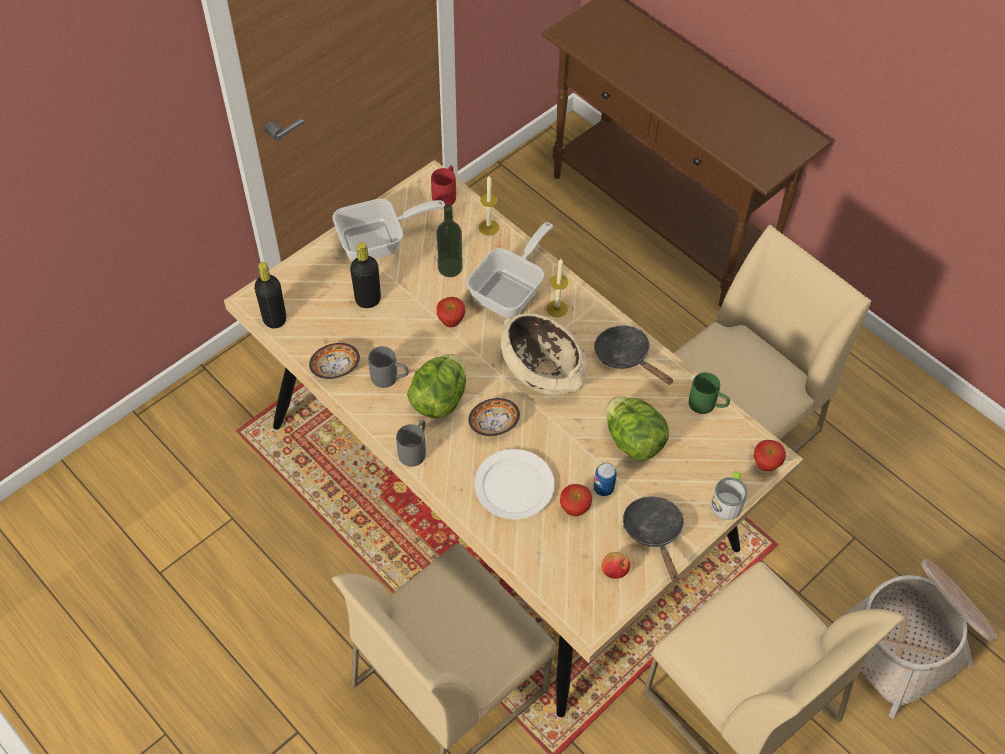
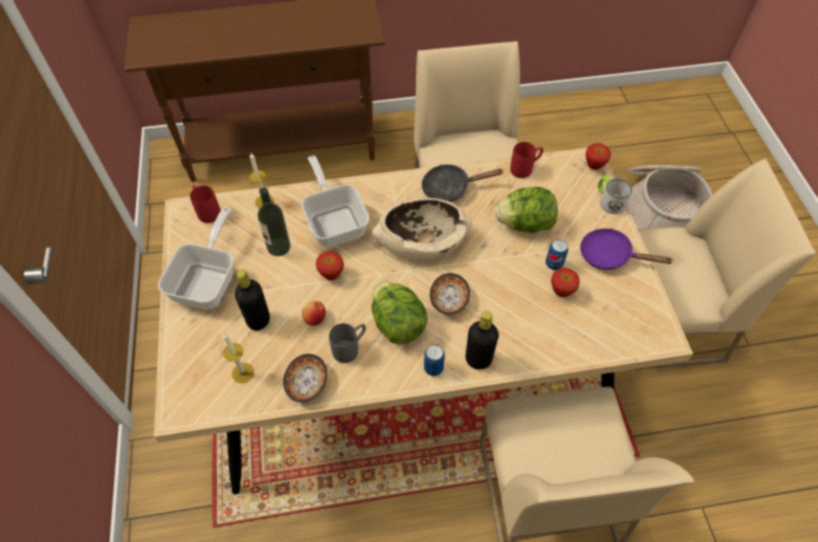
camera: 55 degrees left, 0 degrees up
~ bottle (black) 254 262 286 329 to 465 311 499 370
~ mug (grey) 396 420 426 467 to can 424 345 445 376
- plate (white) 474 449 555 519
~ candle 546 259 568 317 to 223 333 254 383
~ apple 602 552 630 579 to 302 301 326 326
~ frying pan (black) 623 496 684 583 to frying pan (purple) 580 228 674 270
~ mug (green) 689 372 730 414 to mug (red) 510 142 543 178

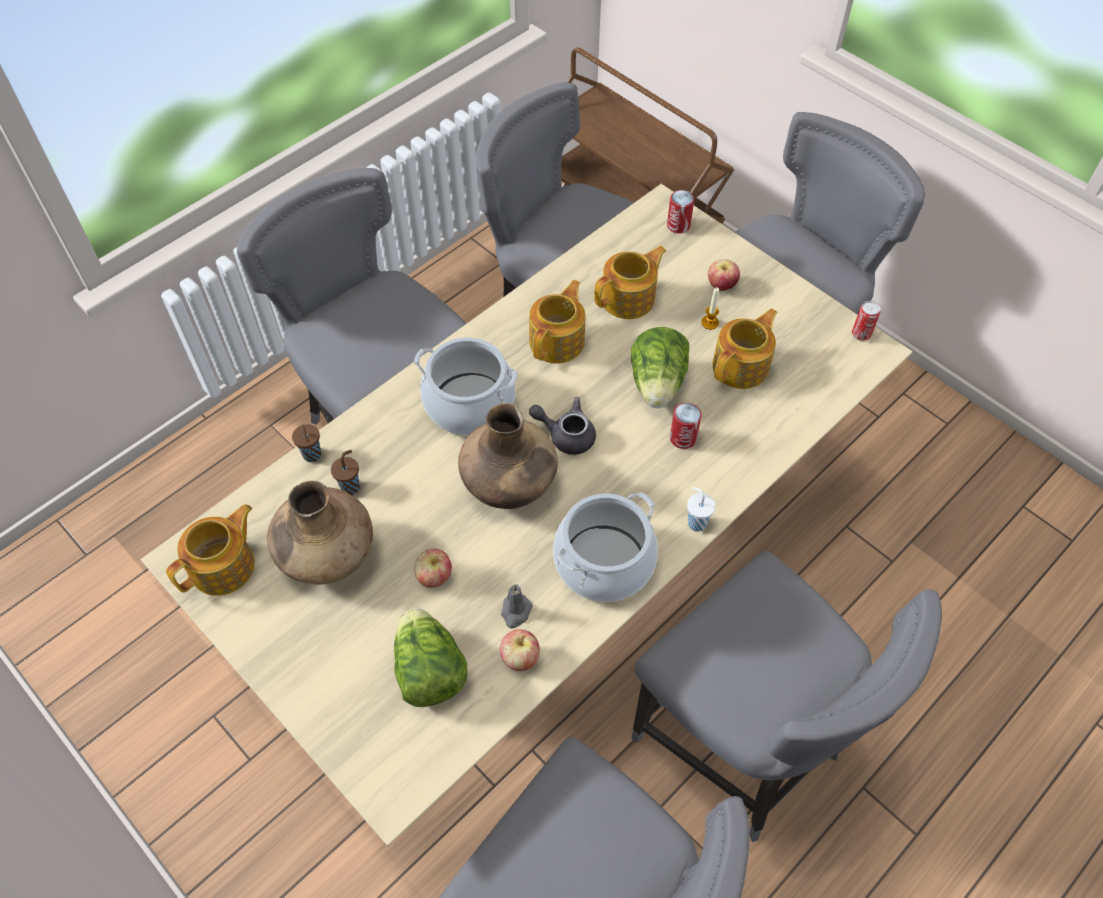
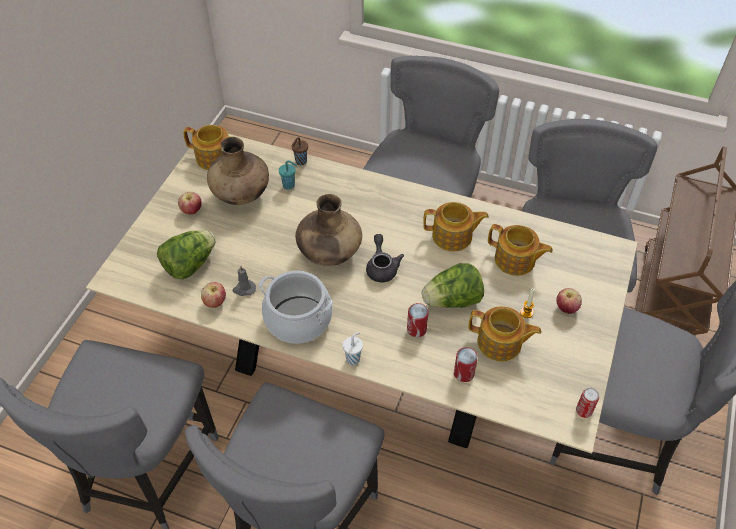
camera: 65 degrees right, 5 degrees down
~ cup (brown) 331 450 360 495 to cup (turquoise) 279 161 297 190
- cooking pot 414 337 518 435
~ apple 414 548 452 588 to 178 192 202 214
~ can 667 190 694 233 to 454 347 478 382

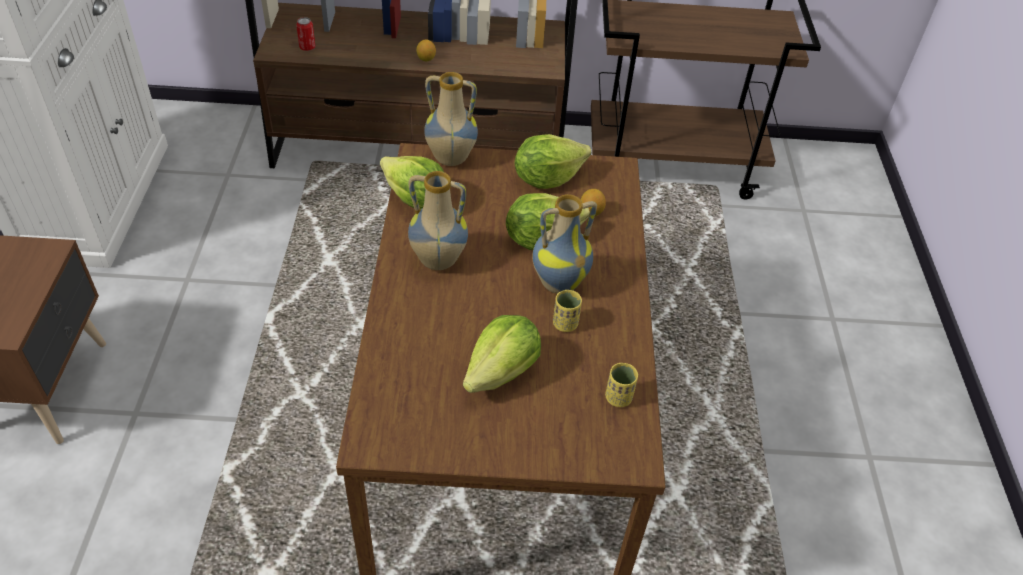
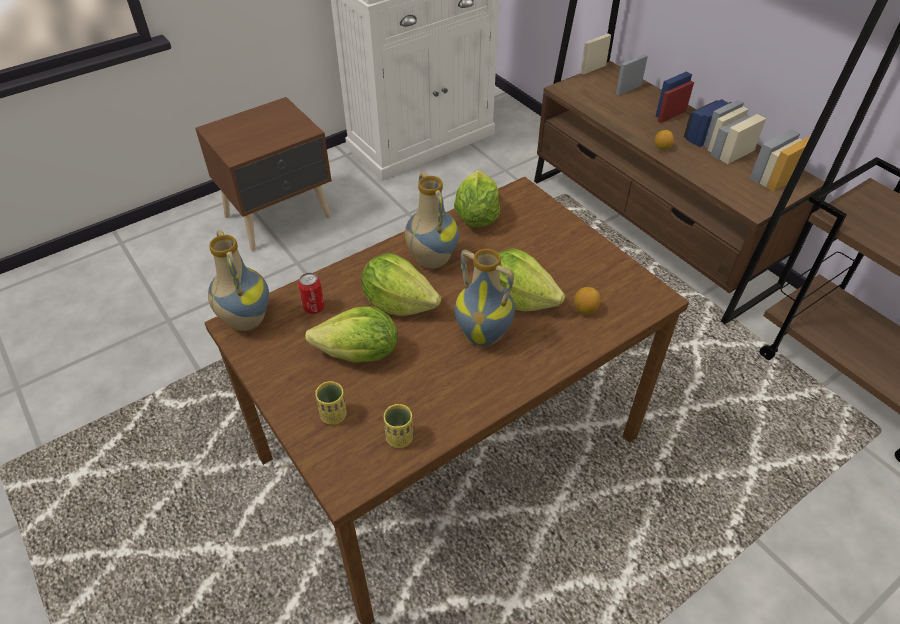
camera: 55 degrees right, 0 degrees up
~ can 296 17 315 51 to 298 272 325 314
~ vase 424 72 478 166 to 208 230 269 331
~ lettuce 515 134 591 189 to 362 253 441 316
~ cup (yellow) 553 290 582 332 to 316 381 347 425

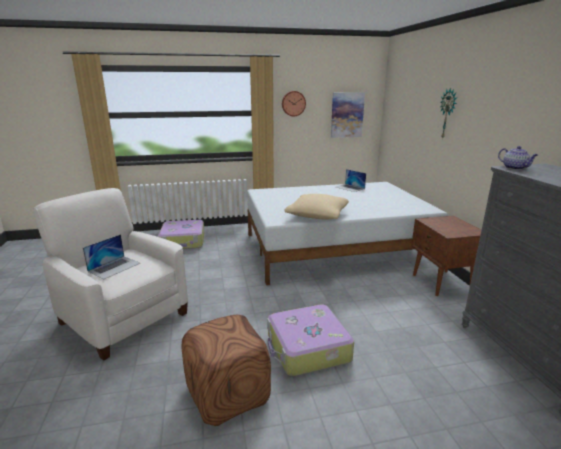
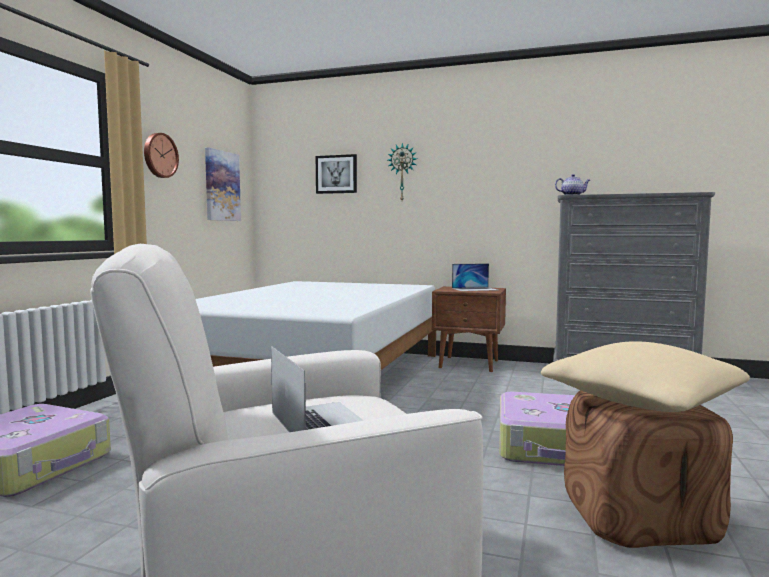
camera: 60 degrees left, 15 degrees down
~ pillow (beige) 285 194 349 220 to 541 341 750 412
~ laptop 336 169 366 192 to 452 263 497 291
+ picture 316 154 357 194

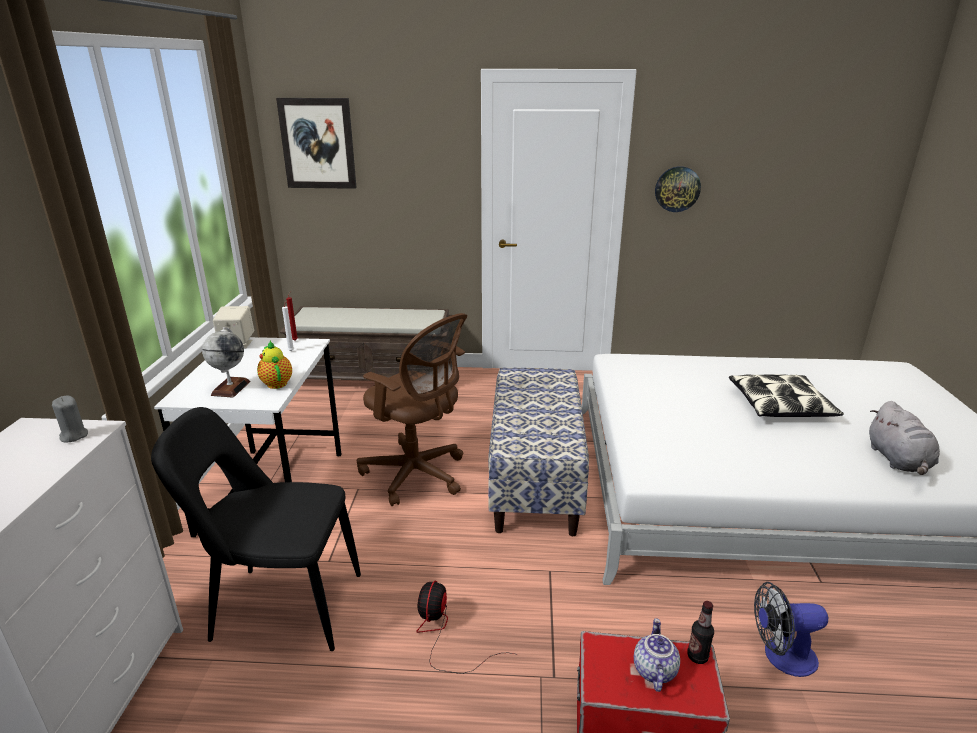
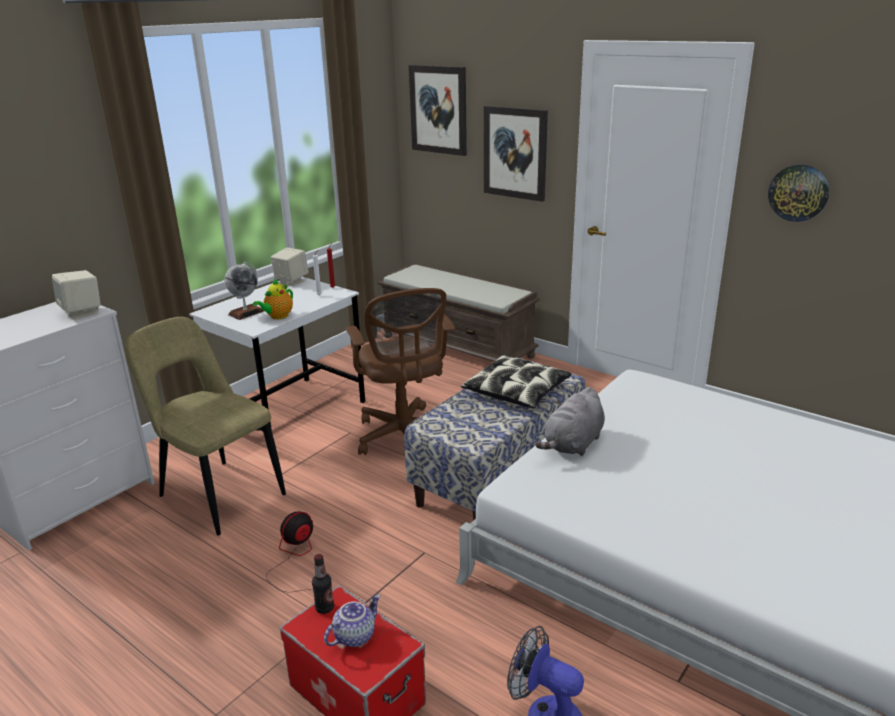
camera: 35 degrees right, 0 degrees up
~ candle (grey) 52 396 88 443 to speaker (beige) 52 270 101 320
~ chair (black) 151 407 361 651 to chair (beige) 125 317 286 536
~ teapot 257 341 292 389 = 253 279 293 319 150 degrees counterclockwise
~ bottle 687 601 714 664 to 312 554 334 614
~ pillow 729 374 844 417 to 461 355 572 408
~ plush toy (grey) 869 401 940 475 to 535 387 605 456
+ picture 484 106 548 202

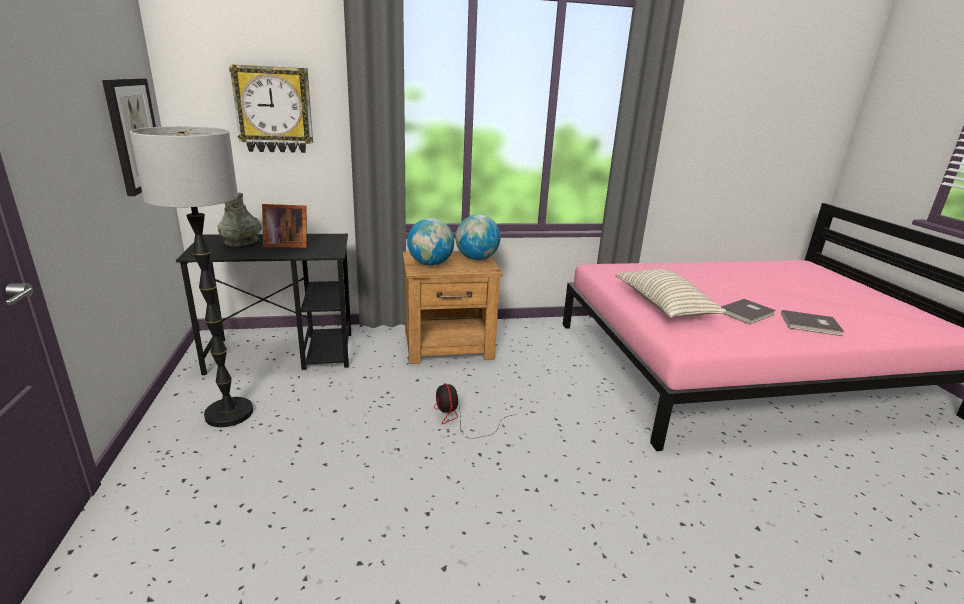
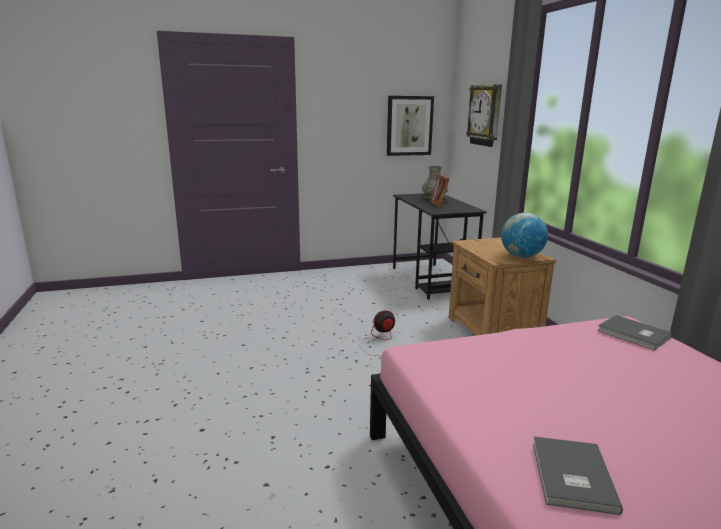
camera: 85 degrees right, 5 degrees down
- floor lamp 130 126 253 427
- globe 407 218 454 266
- pillow 616 269 726 318
~ book (grey) 721 299 776 324 to 597 315 672 350

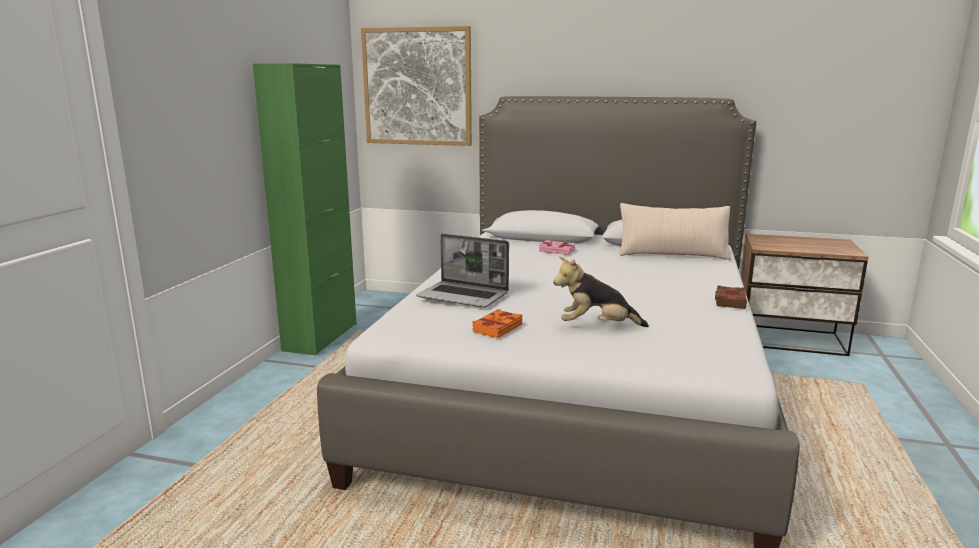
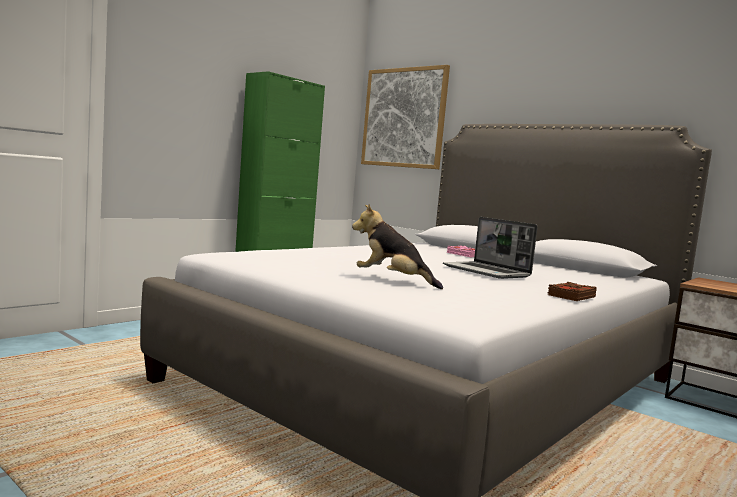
camera: 25 degrees right, 10 degrees down
~ laptop 416 234 509 308 to 443 217 538 279
- book (orange) 472 309 522 338
- pillow (beige) 619 203 731 260

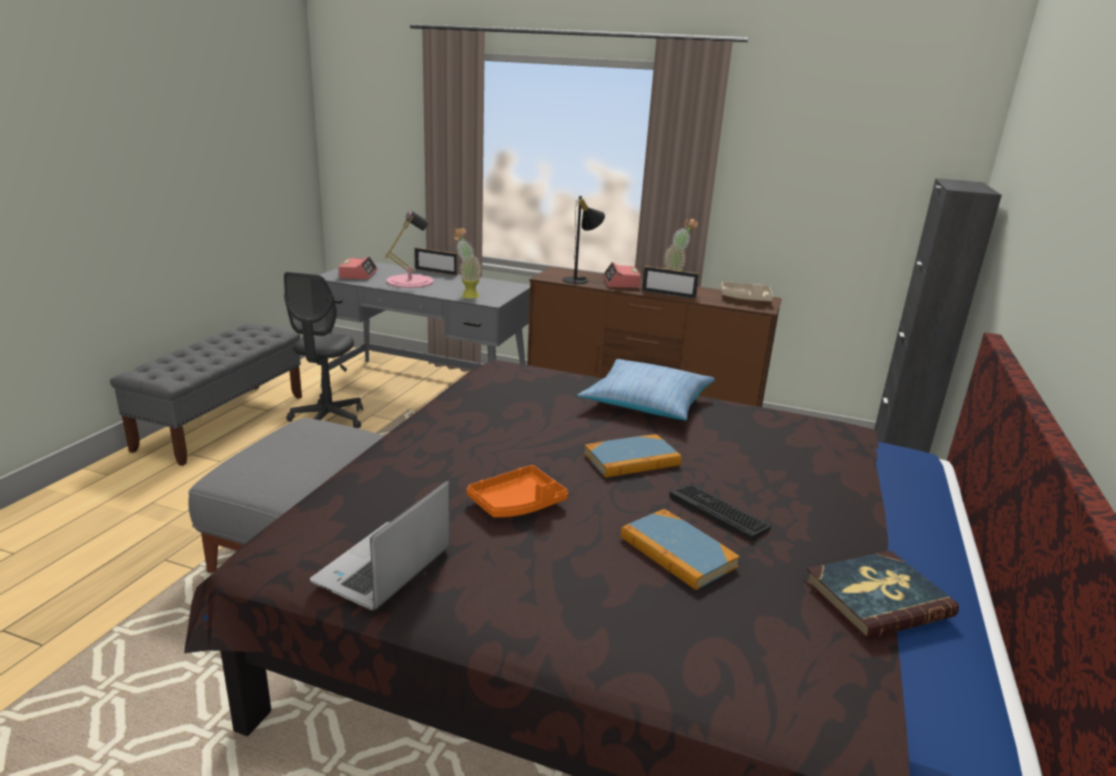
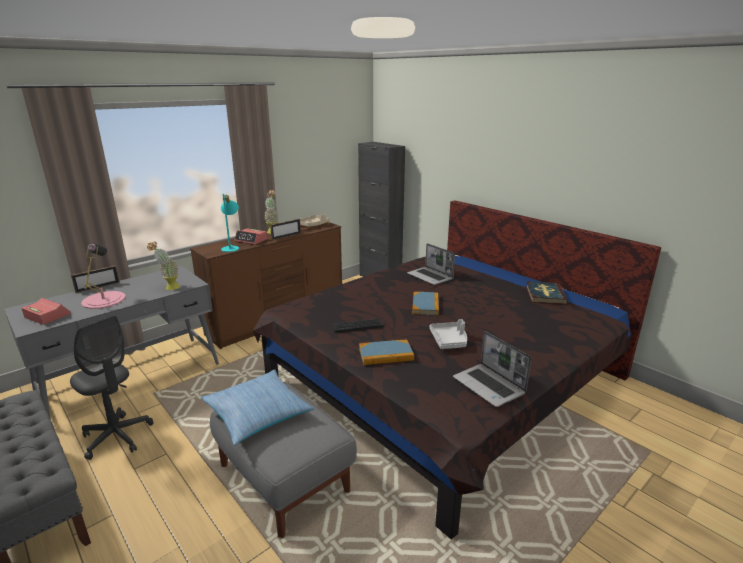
camera: 60 degrees left, 0 degrees up
~ tray (orange) 467 465 568 517 to tray (grey) 429 319 467 349
~ table lamp (black) 562 196 605 284 to table lamp (turquoise) 221 194 239 252
~ pillow 578 359 715 421 to 201 369 314 445
~ book 621 509 740 590 to 359 340 414 365
~ keyboard 669 484 771 541 to 332 319 383 333
+ laptop 407 243 455 285

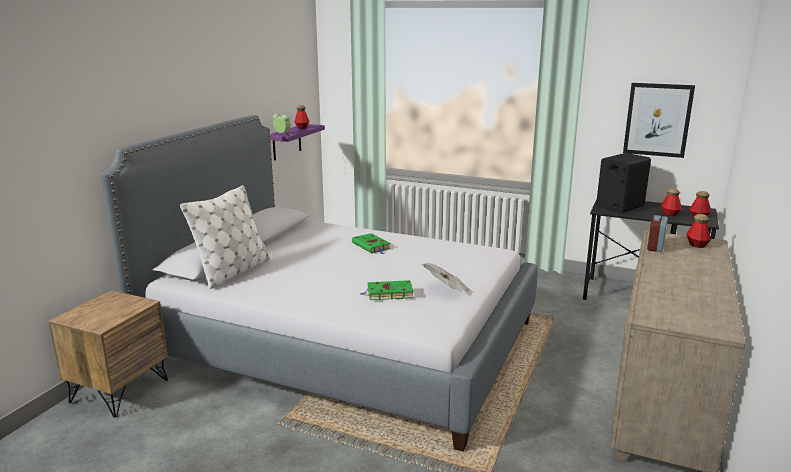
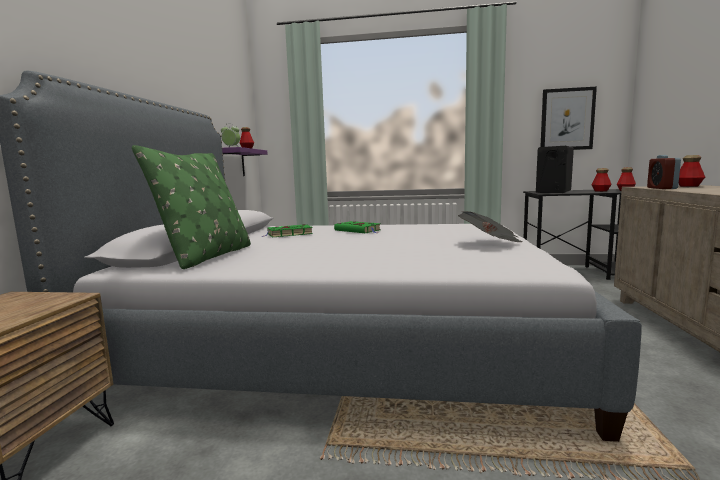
camera: 15 degrees left, 10 degrees down
~ pillow (white) 180 185 270 289 to pillow (green) 132 145 251 269
~ book (green) 360 280 414 300 to 262 224 313 237

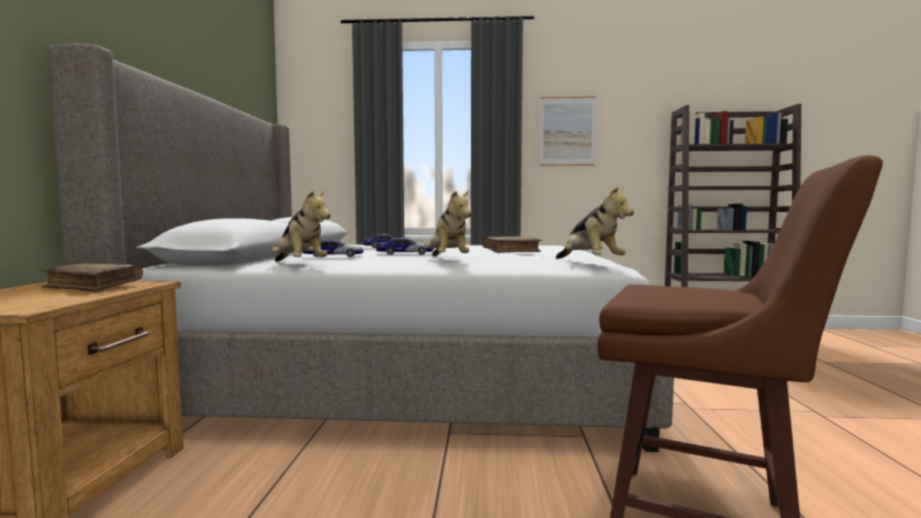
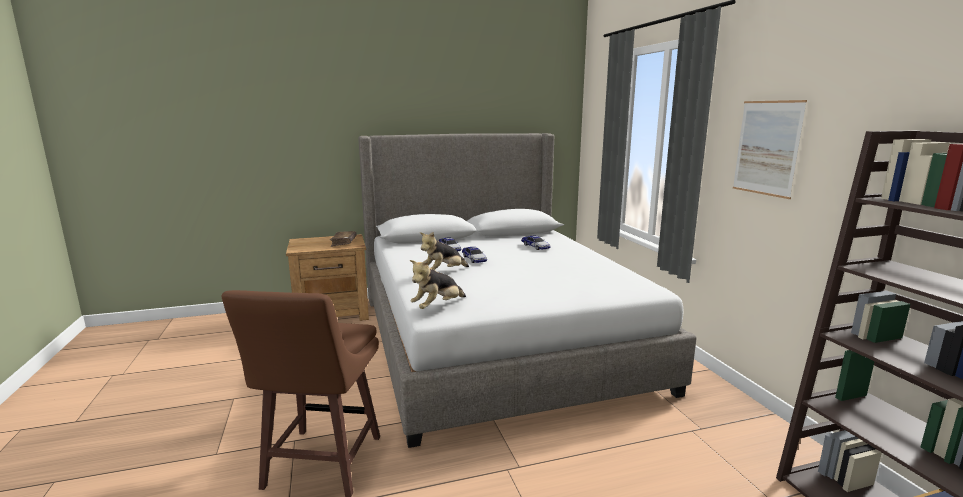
camera: 70 degrees right, 10 degrees up
- plush toy 272 191 331 262
- book (brown) 482 236 542 253

